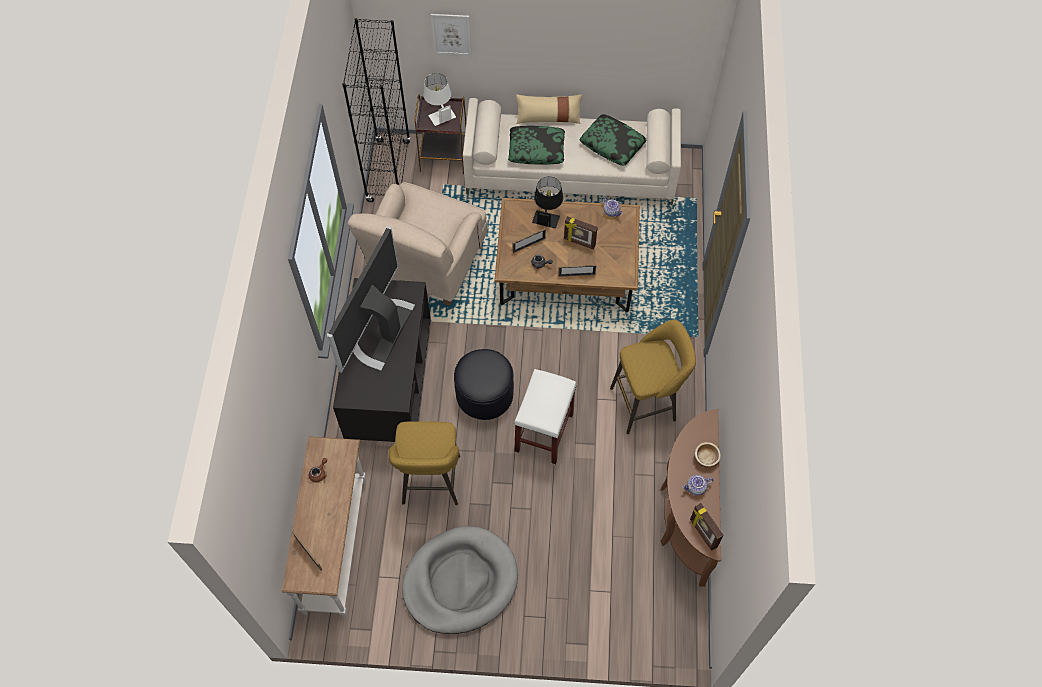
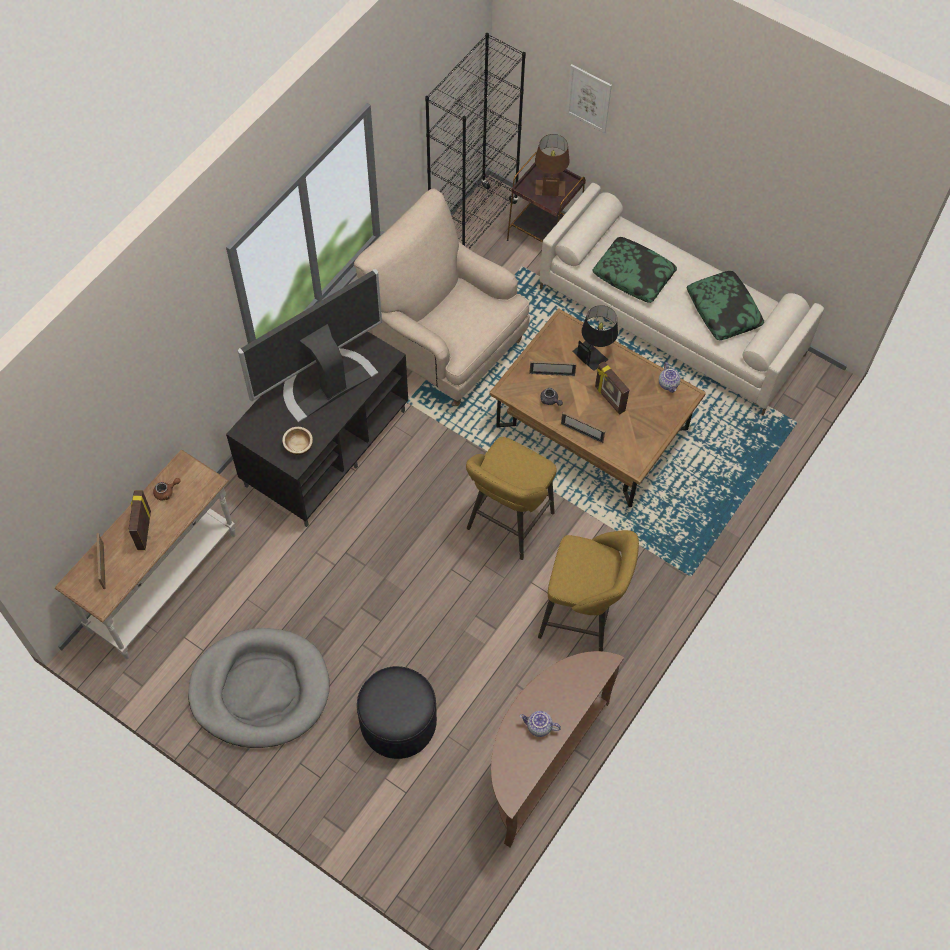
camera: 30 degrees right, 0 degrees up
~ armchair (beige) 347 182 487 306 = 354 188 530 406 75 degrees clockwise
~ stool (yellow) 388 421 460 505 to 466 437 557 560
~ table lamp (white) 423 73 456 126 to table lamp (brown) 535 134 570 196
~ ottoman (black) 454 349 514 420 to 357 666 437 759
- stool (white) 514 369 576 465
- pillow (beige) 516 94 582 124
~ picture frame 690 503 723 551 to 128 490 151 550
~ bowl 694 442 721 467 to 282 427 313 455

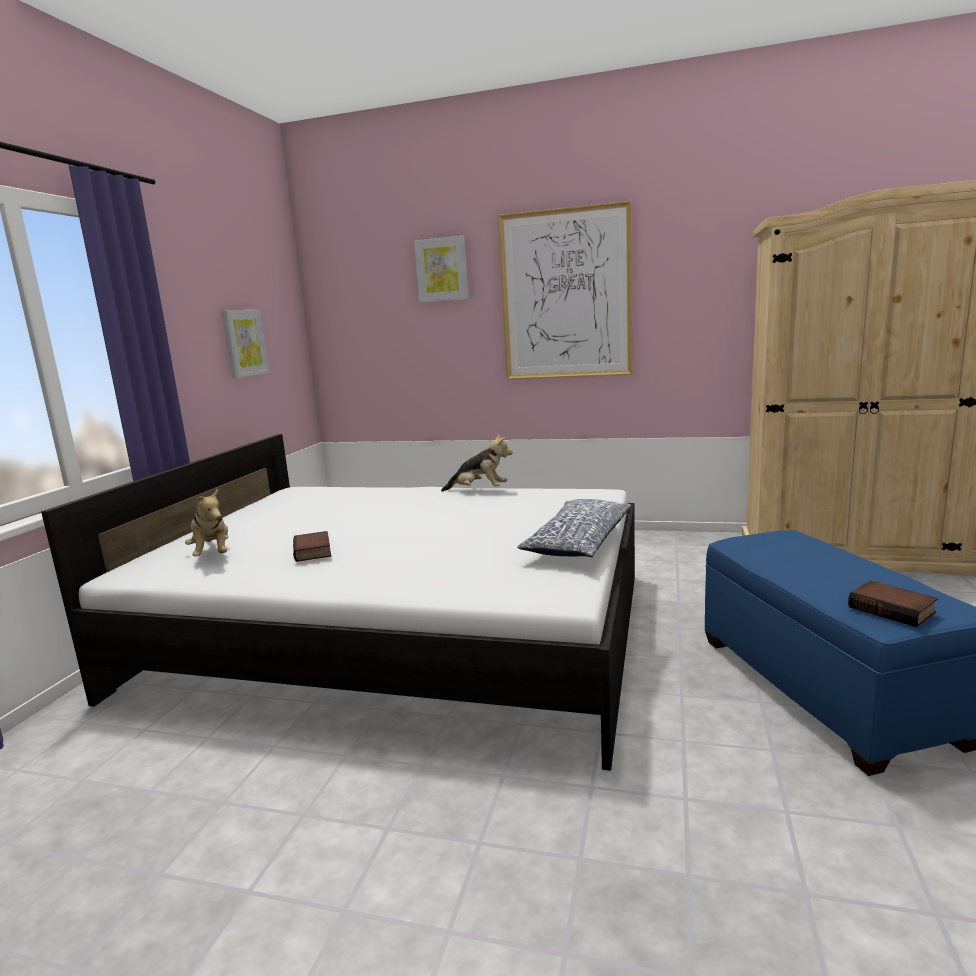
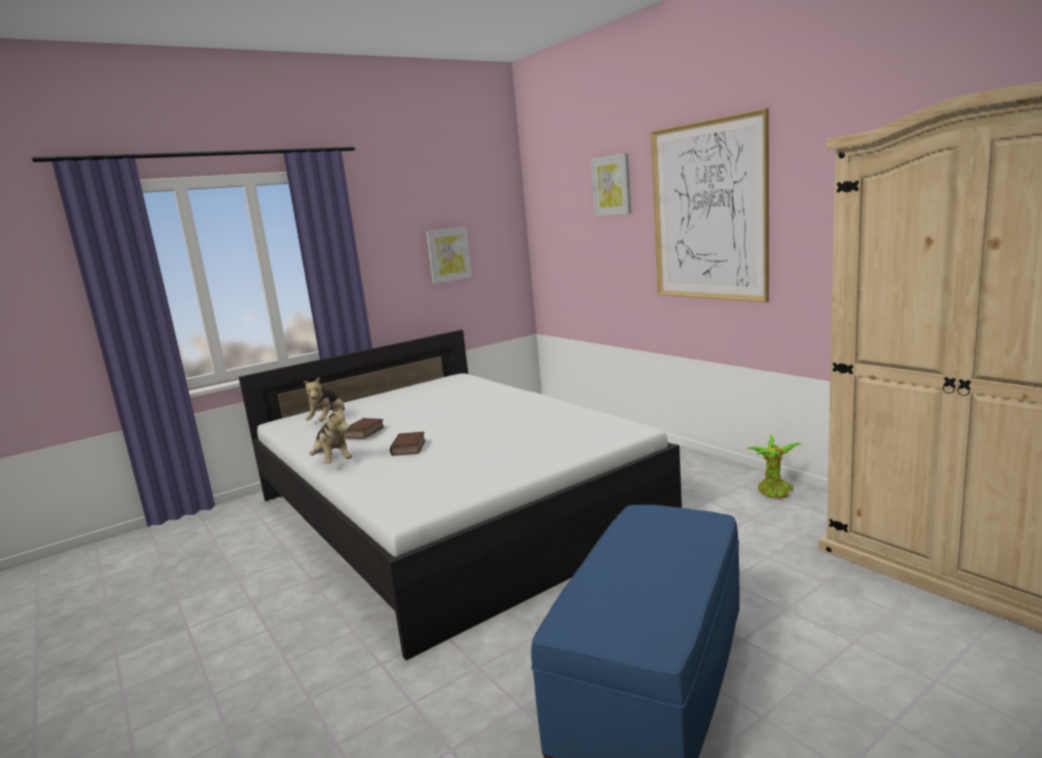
camera: 40 degrees right, 0 degrees up
~ plush toy 441 434 513 492 to 309 405 352 464
- pillow 517 499 631 557
~ book 848 580 938 627 to 390 432 426 456
+ potted plant 747 435 801 499

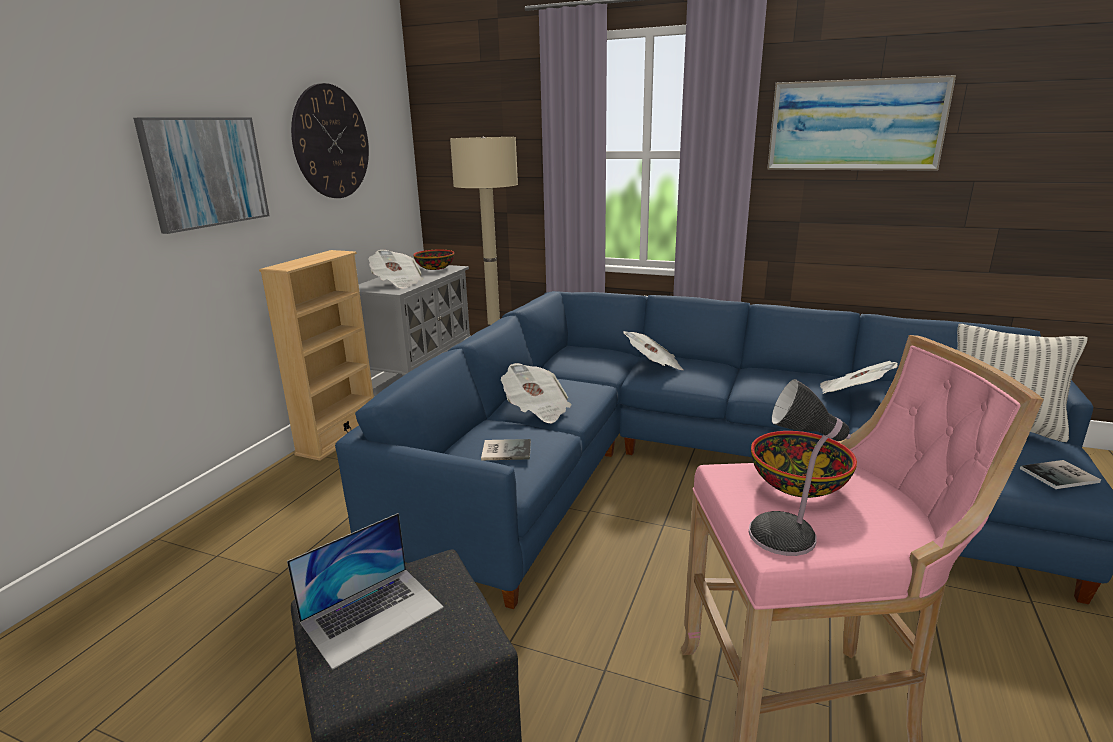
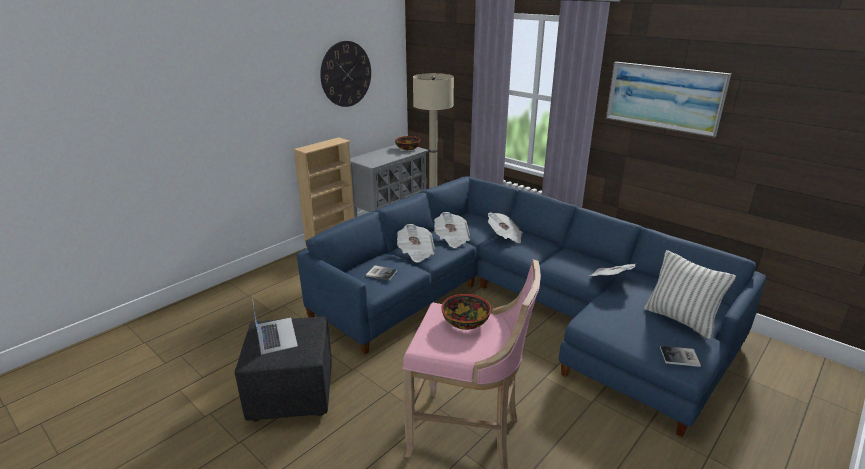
camera: 20 degrees right, 5 degrees up
- picture 133 118 270 234
~ laptop 287 513 444 670 = 252 298 298 355 90 degrees counterclockwise
~ newspaper 368 250 423 289 to 434 212 470 248
- table lamp 749 379 851 556

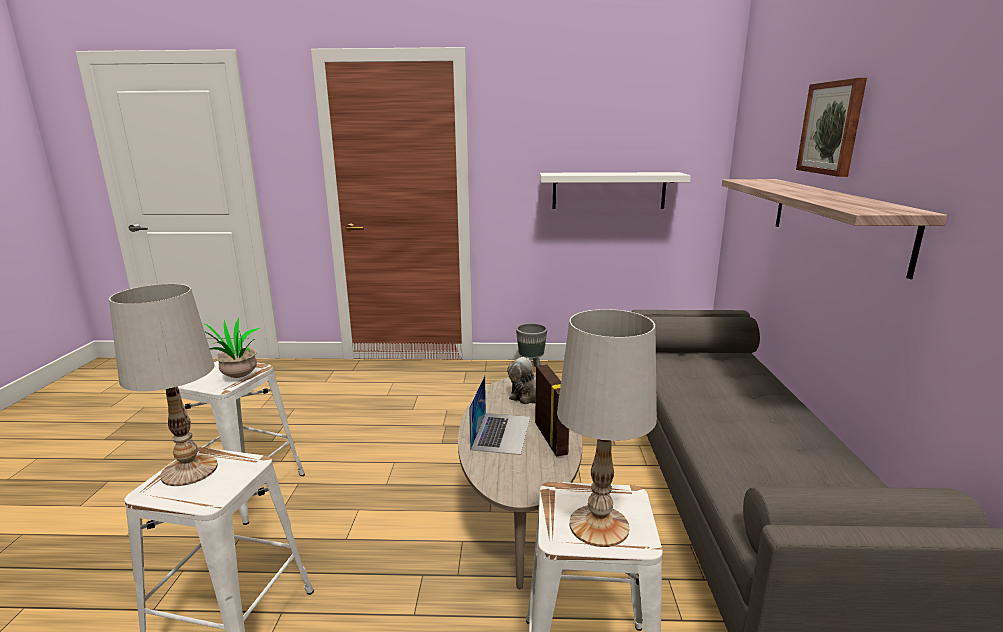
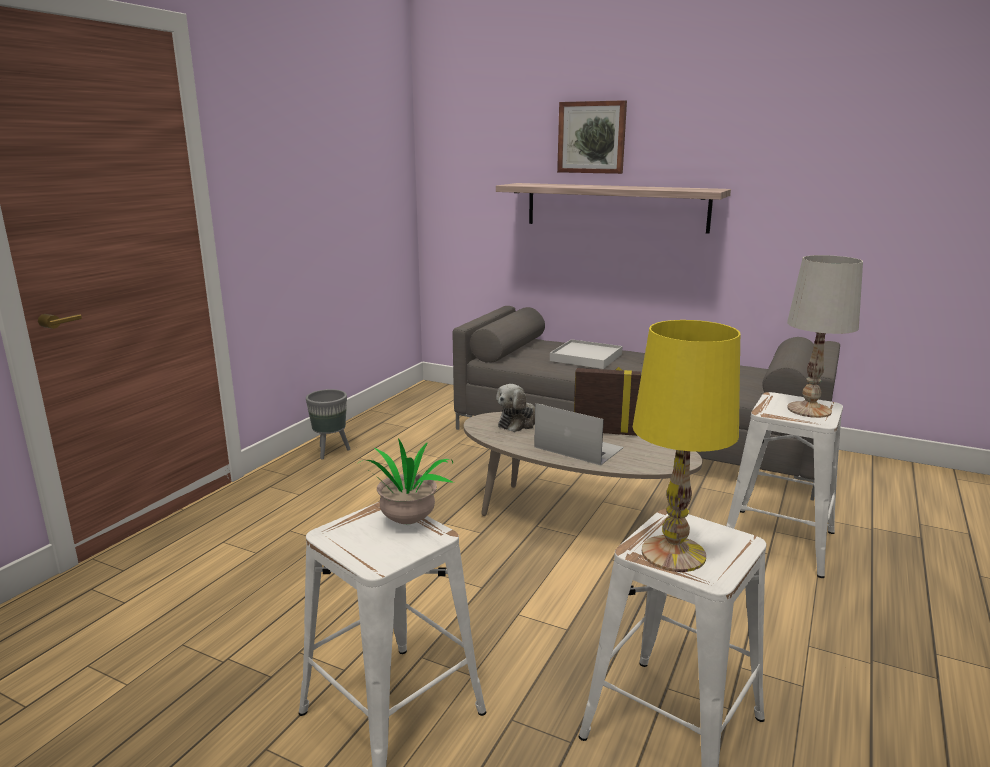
camera: 65 degrees left, 0 degrees up
~ table lamp (white) 109 284 218 486 to table lamp (yellow) 633 320 740 572
- shelf (white) 540 172 691 209
+ tray (white) 550 339 622 369

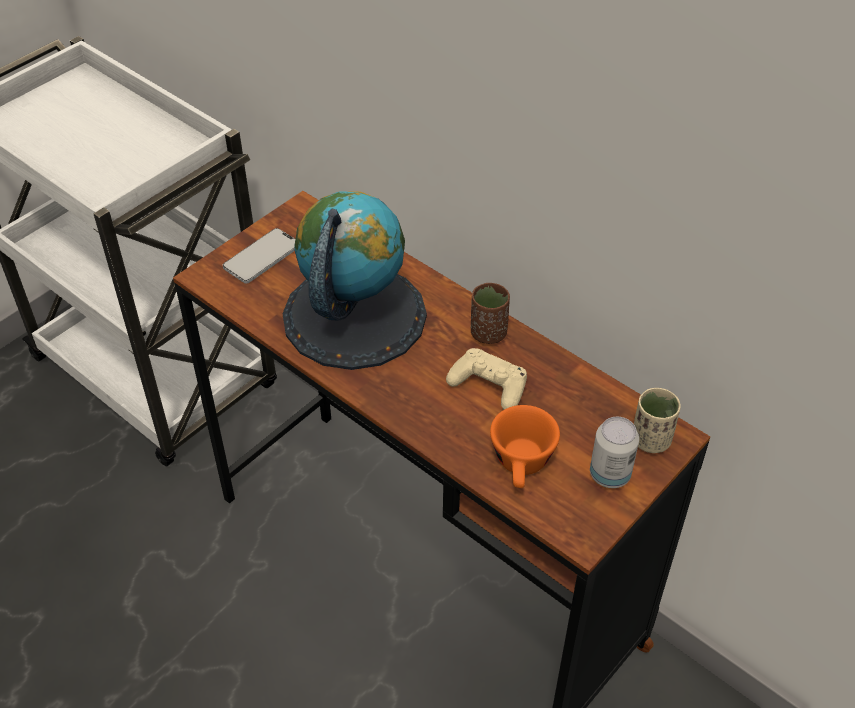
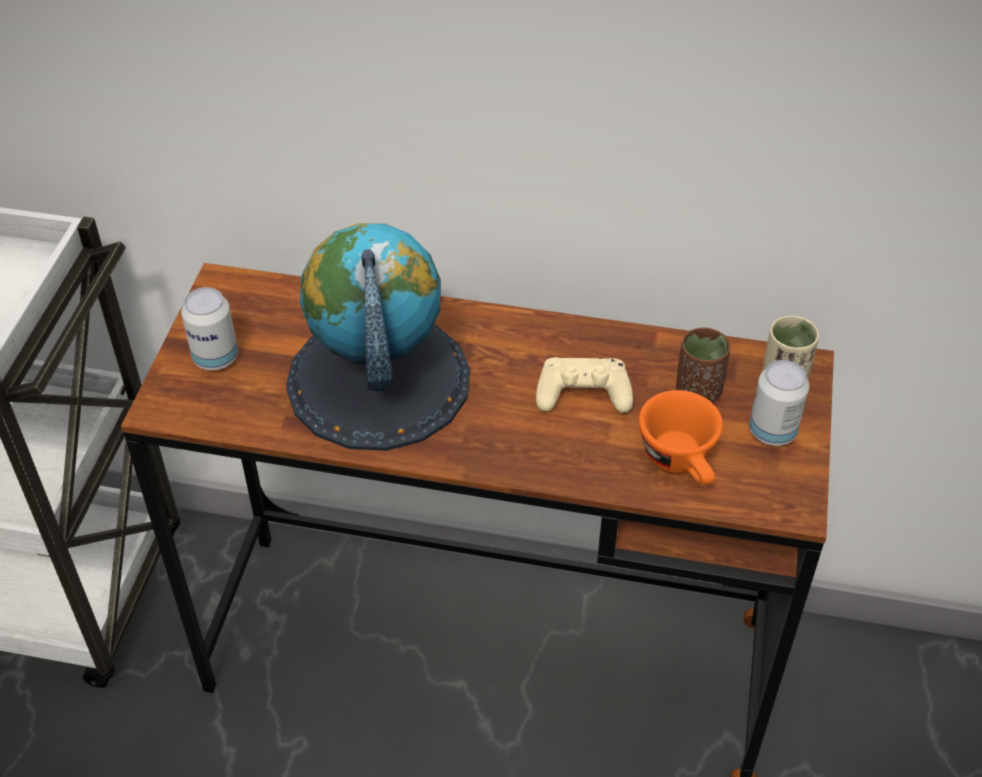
camera: 30 degrees left, 0 degrees up
~ phone 223 228 295 284 to can 181 287 238 370
~ cup (brown) 471 283 510 344 to 676 328 731 403

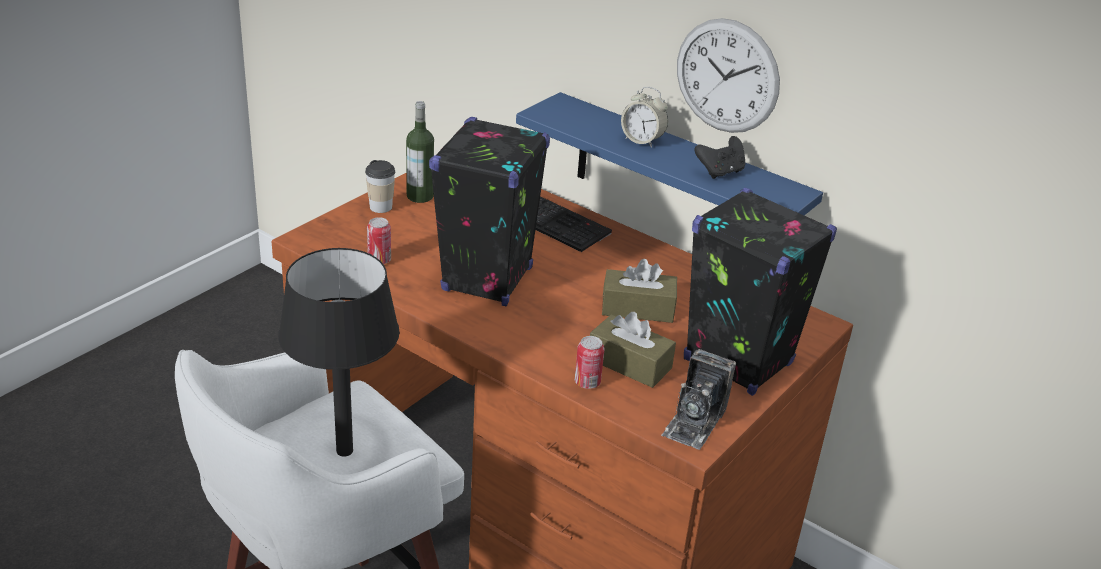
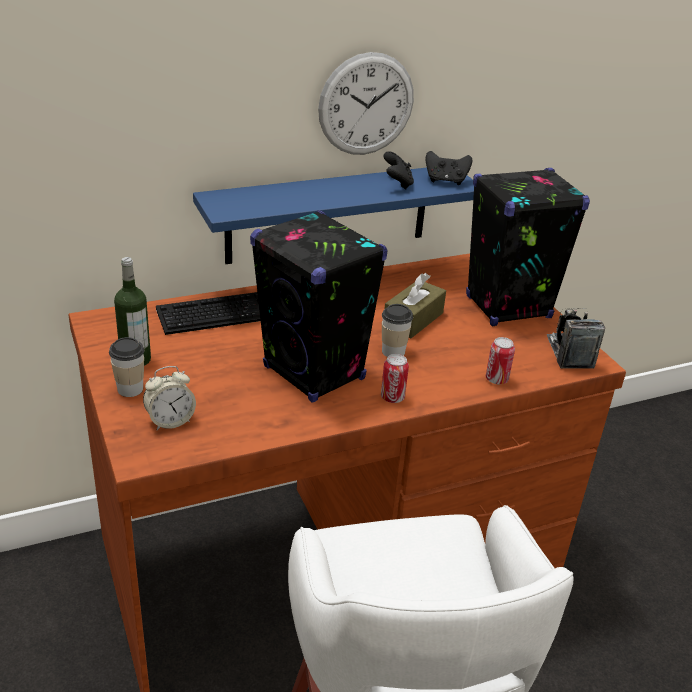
camera: 60 degrees left, 0 degrees up
- table lamp (black) 278 248 400 457
~ can 367 217 391 264 to 381 354 409 403
- tissue box (brown) 590 312 676 388
~ alarm clock 621 87 668 148 to 143 366 196 430
~ photo camera 661 349 736 450 = 547 308 605 369 150 degrees counterclockwise
+ cup 382 304 413 357
+ game controller (black) 426 151 472 185

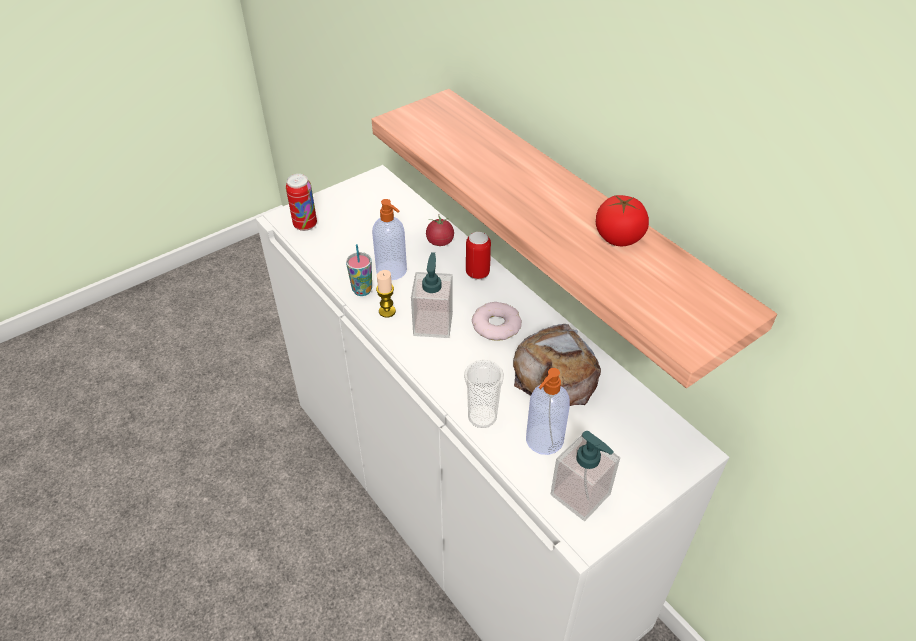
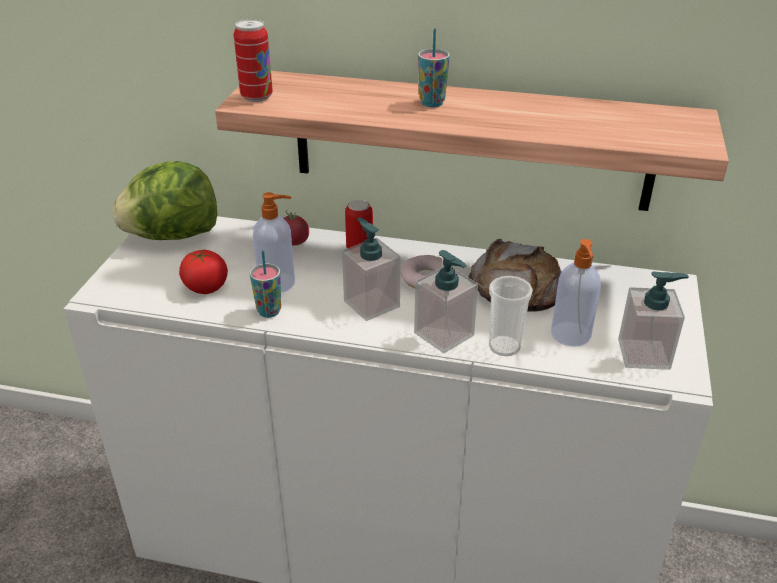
camera: 40 degrees left, 10 degrees down
~ can 286 174 317 231 to 234 19 273 102
- candle 376 270 396 318
~ tomato 596 195 649 246 to 179 250 228 294
+ lettuce 113 161 217 240
+ soap dispenser 414 250 478 353
+ cup 418 28 450 107

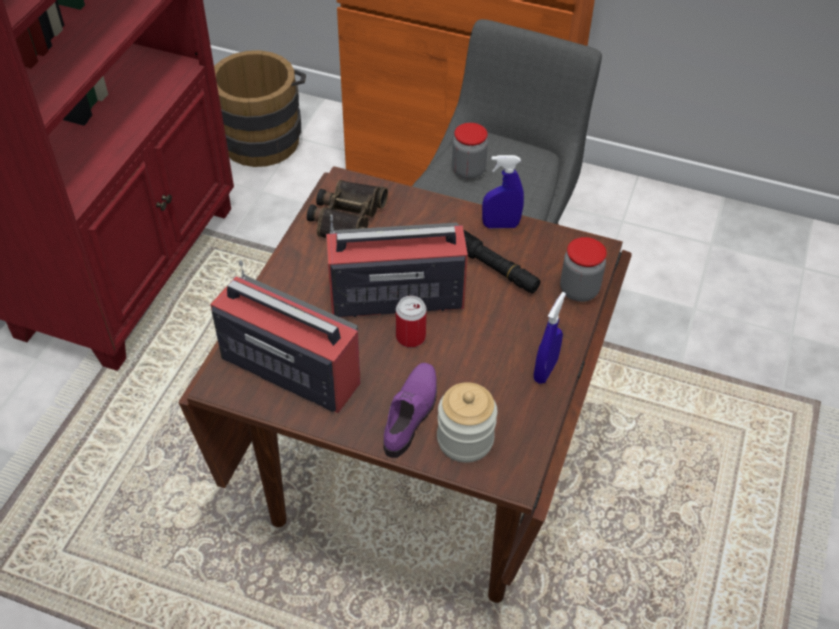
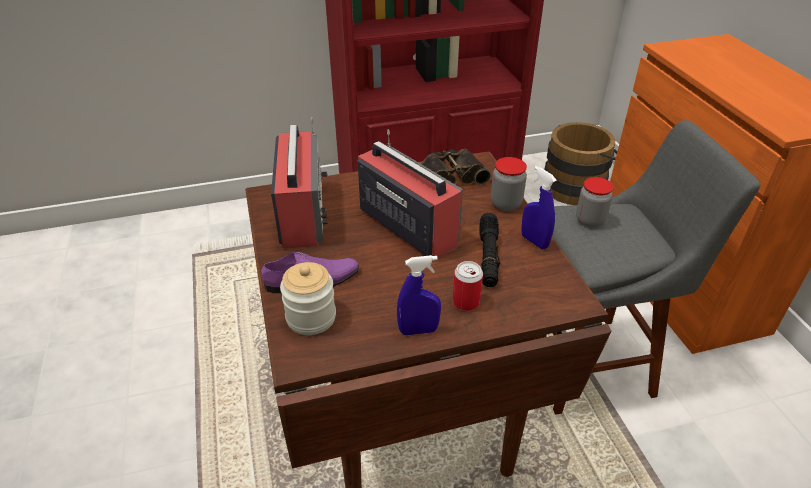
camera: 55 degrees right, 10 degrees down
~ can 396 296 426 347 to 453 261 483 311
~ jar 560 237 607 302 to 491 157 527 211

